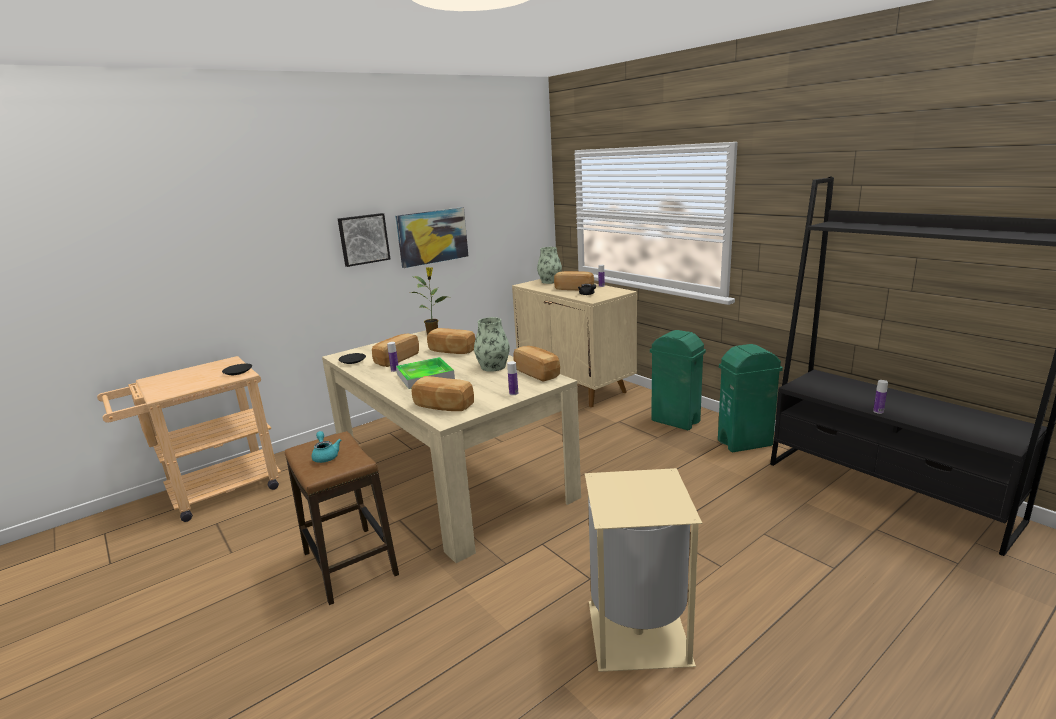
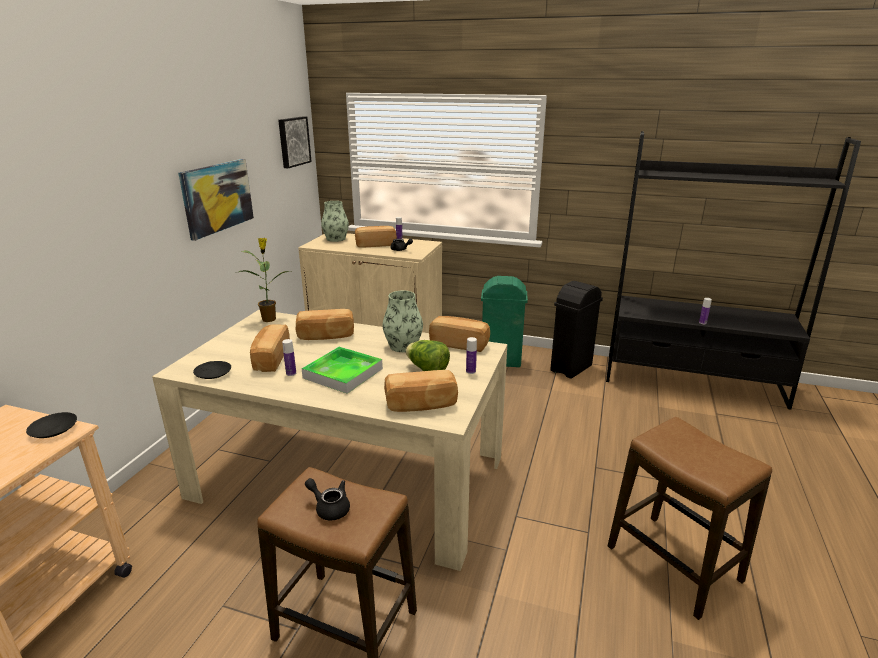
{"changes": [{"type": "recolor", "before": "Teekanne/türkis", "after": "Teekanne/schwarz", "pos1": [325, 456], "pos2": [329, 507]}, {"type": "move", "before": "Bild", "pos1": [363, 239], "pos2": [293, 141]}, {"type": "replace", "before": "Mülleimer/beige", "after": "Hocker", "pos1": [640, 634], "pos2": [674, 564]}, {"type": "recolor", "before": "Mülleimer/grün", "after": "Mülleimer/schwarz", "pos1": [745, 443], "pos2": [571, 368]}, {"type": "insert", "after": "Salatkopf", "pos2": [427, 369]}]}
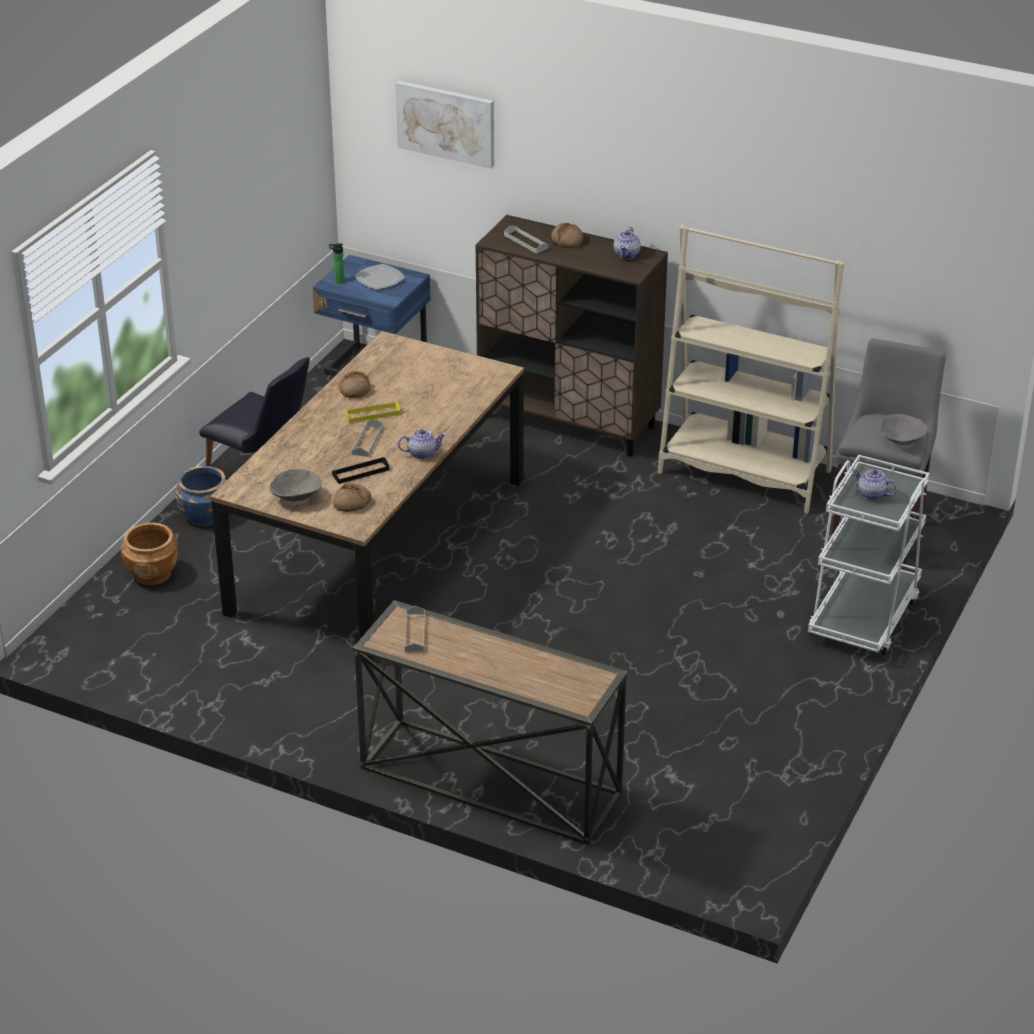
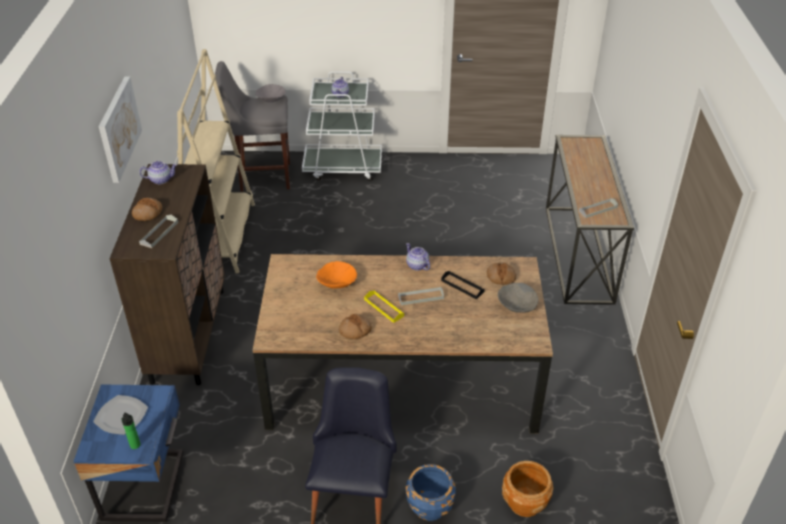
{"changes": [{"type": "move", "before": "Bild", "pos1": [446, 123], "pos2": [118, 128]}, {"type": "insert", "after": "Schüssel/orange", "pos2": [337, 284]}]}
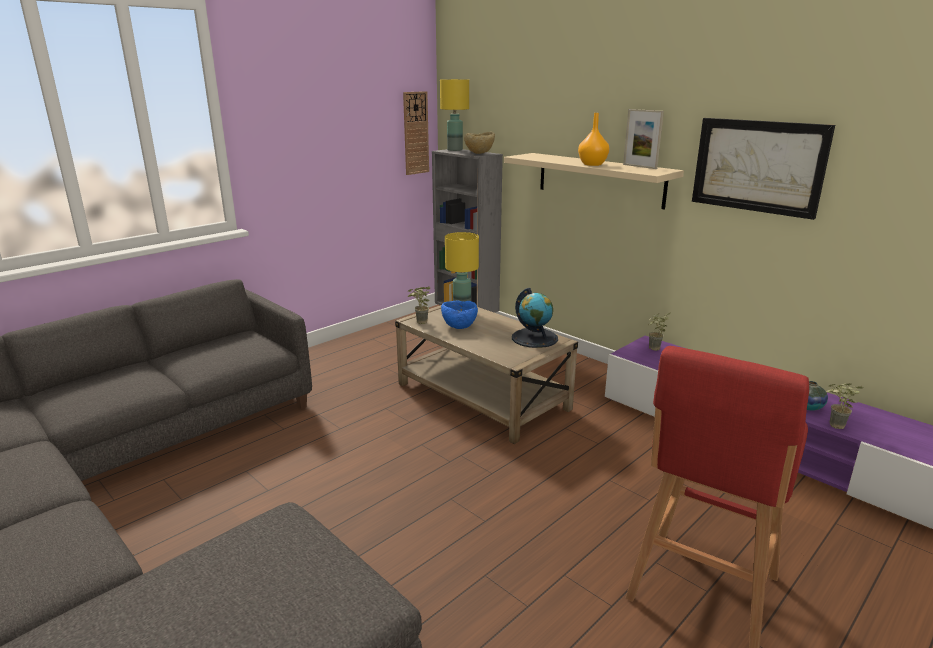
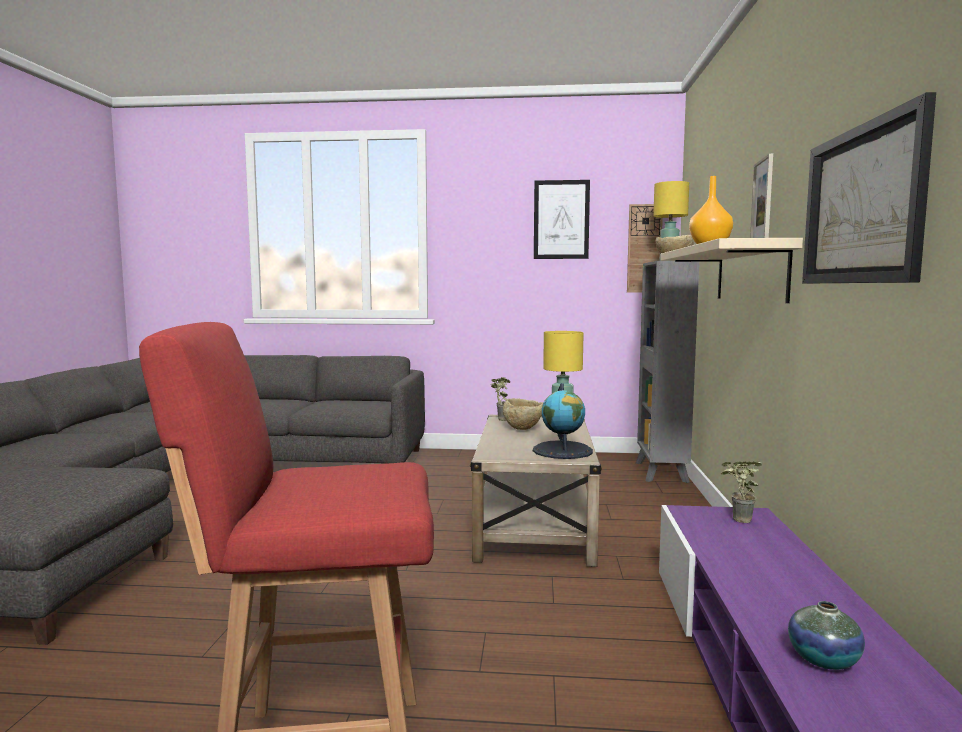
{"changes": [{"type": "recolor", "before": "Schüssel/blau", "after": "Schüssel/beige", "pos1": [459, 326], "pos2": [523, 428]}, {"type": "delete", "before": "Topfpflanze", "pos1": [833, 426]}, {"type": "insert", "after": "Bild", "pos2": [561, 219]}]}
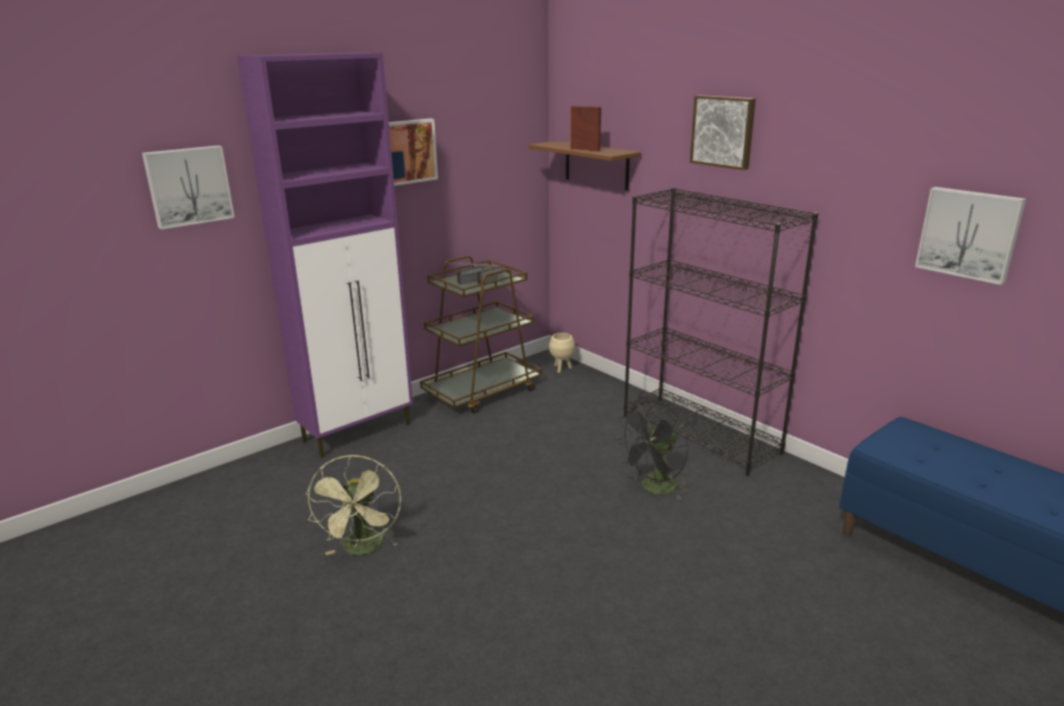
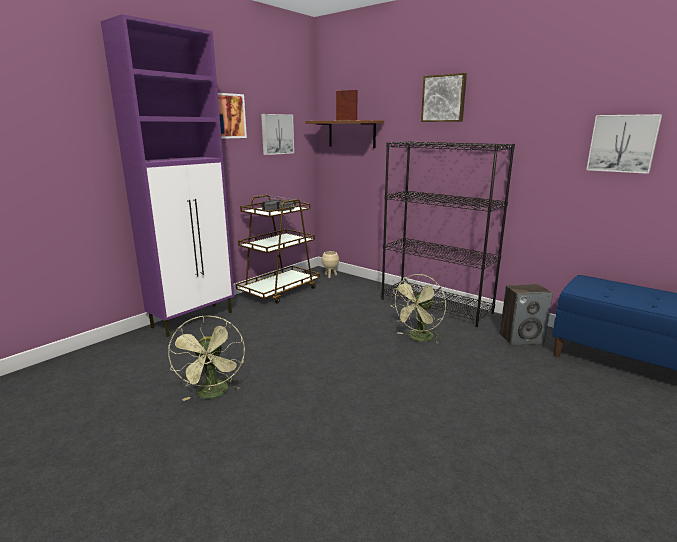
{"changes": [{"type": "move", "before": "Bild", "pos1": [188, 186], "pos2": [276, 134]}, {"type": "recolor", "before": "Ventilator/schwarz", "after": "Ventilator/grün", "pos1": [654, 489], "pos2": [418, 339]}, {"type": "insert", "after": "Lautsprecher", "pos2": [521, 339]}]}
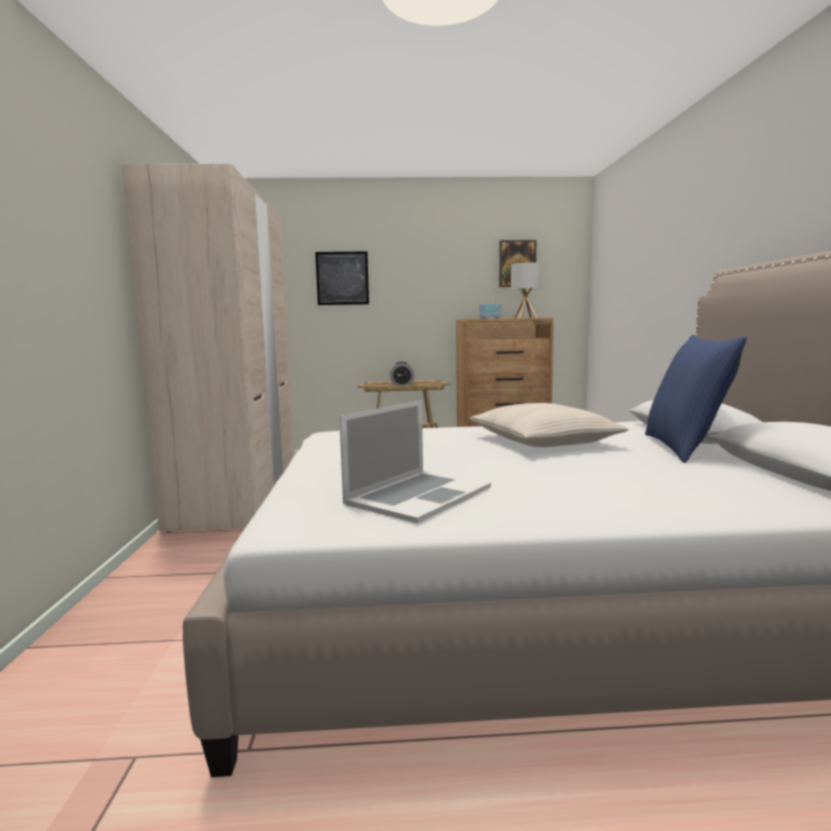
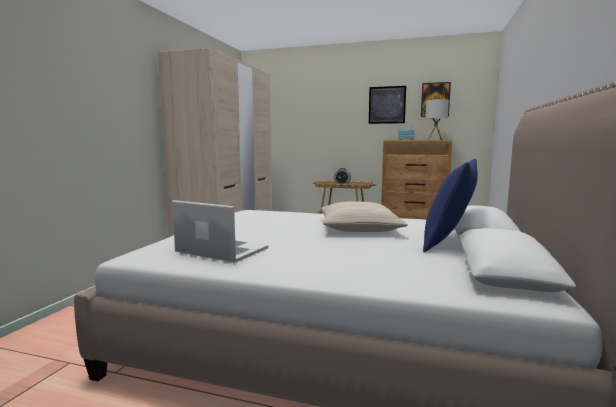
{"changes": [{"type": "move", "before": "Bild", "pos1": [342, 278], "pos2": [387, 105]}, {"type": "rotate", "before": "Laptop", "pos1": [418, 495], "pos2": [221, 250], "turn": -120}]}
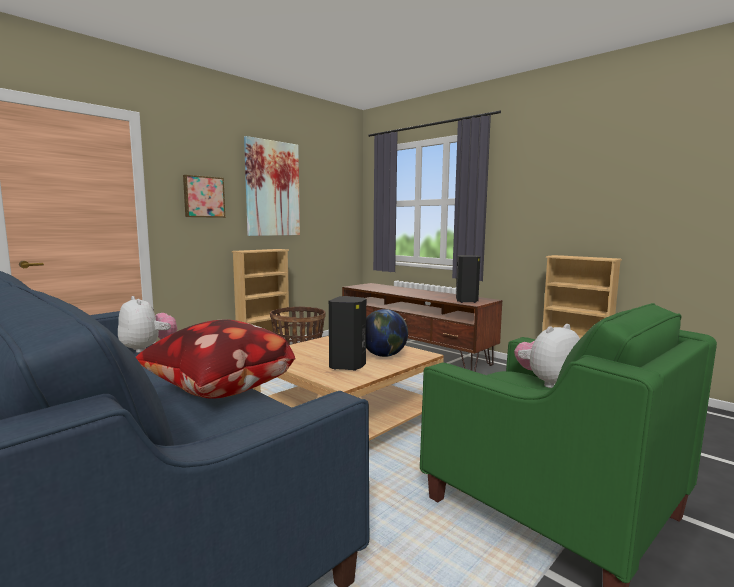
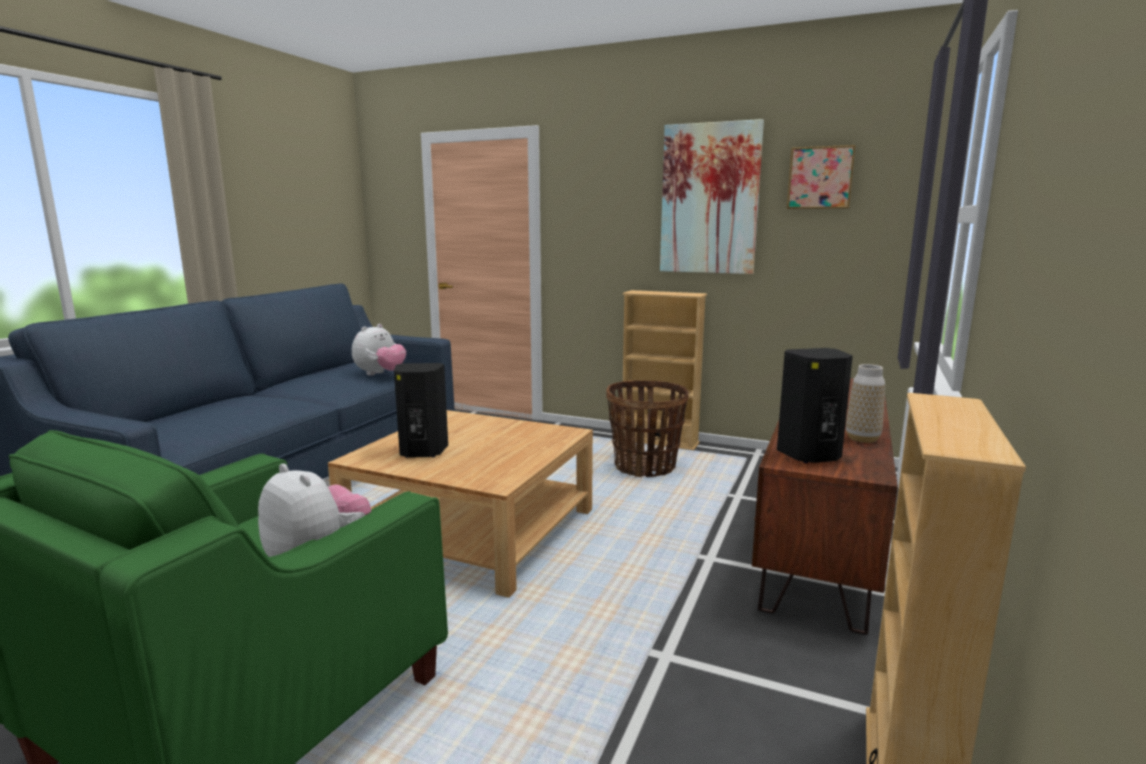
{"changes": [{"type": "delete", "before": "Kissen", "pos1": [218, 392]}, {"type": "move", "before": "Bild", "pos1": [203, 197], "pos2": [820, 178]}, {"type": "delete", "before": "Globus", "pos1": [384, 355]}, {"type": "insert", "after": "Vase", "pos2": [862, 439]}]}
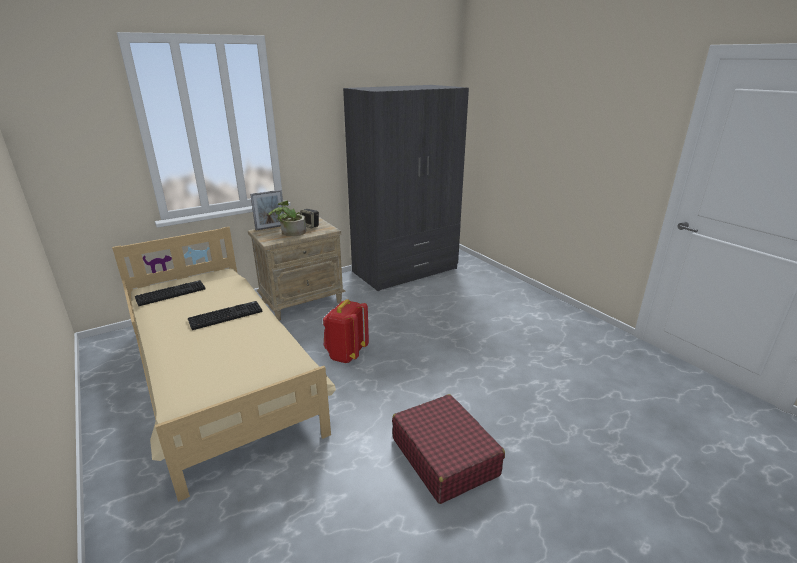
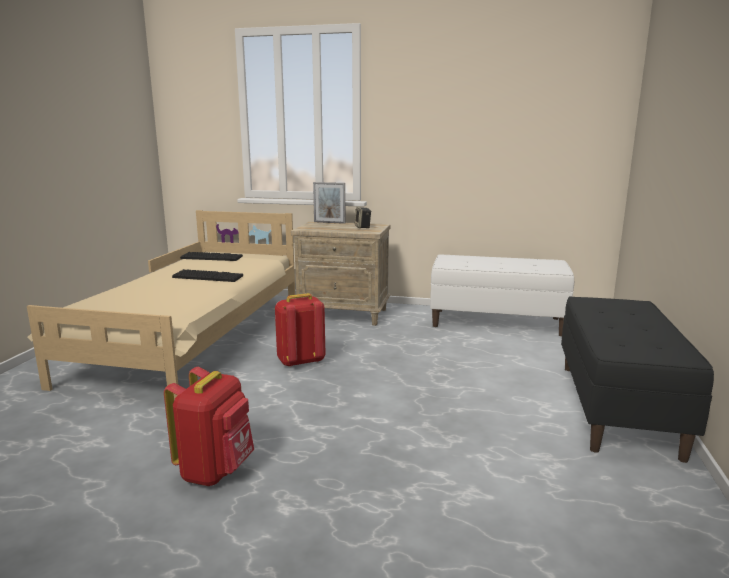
{"changes": [{"type": "delete", "before": "Topfpflanze", "pos1": [290, 232]}, {"type": "replace", "before": "Kleiderschrank/grau", "after": "Bank/weiß", "pos1": [405, 270], "pos2": [497, 322]}, {"type": "replace", "before": "Koffer/rot", "after": "Rucksack/rot", "pos1": [444, 456], "pos2": [216, 471]}, {"type": "insert", "after": "Bank/schwarz", "pos2": [617, 408]}]}
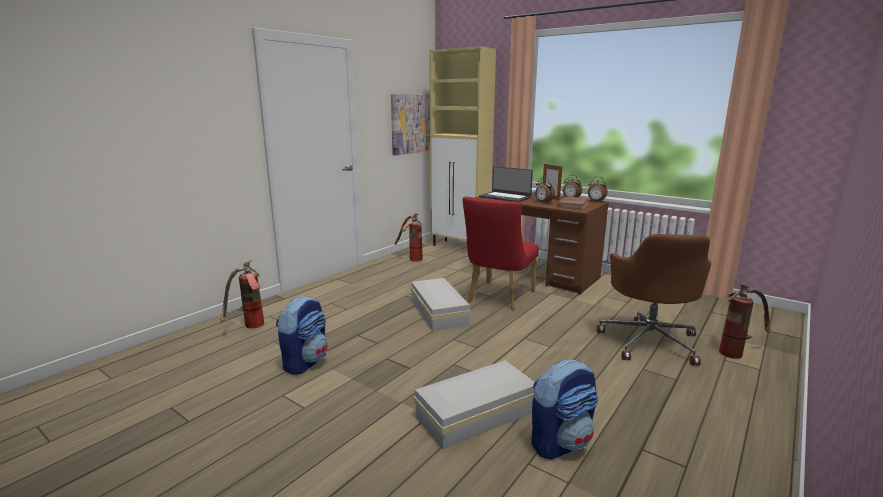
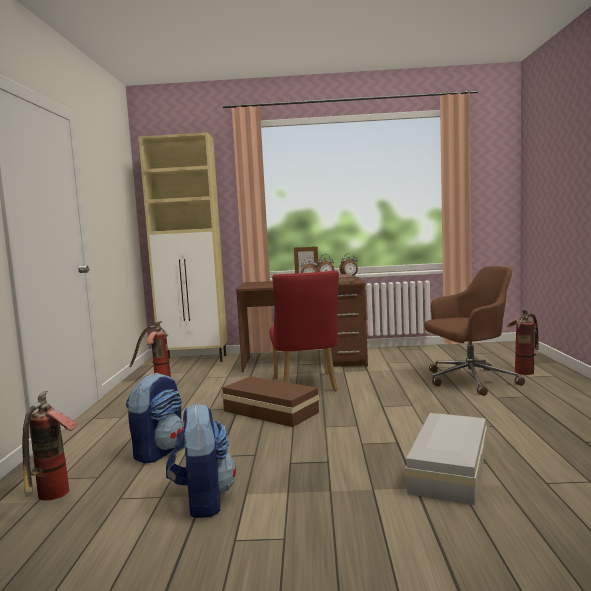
{"changes": [{"type": "delete", "before": "Bild", "pos1": [410, 124]}, {"type": "recolor", "before": "Aufbewahrungsbox/weiß", "after": "Aufbewahrungsbox/braun", "pos1": [439, 311], "pos2": [270, 411]}, {"type": "delete", "before": "Laptop", "pos1": [505, 197]}, {"type": "move", "before": "Rucksack", "pos1": [561, 442], "pos2": [159, 451]}, {"type": "rotate", "before": "Bürostuhl/braun", "pos1": [649, 341], "pos2": [469, 380], "turn": -75}]}
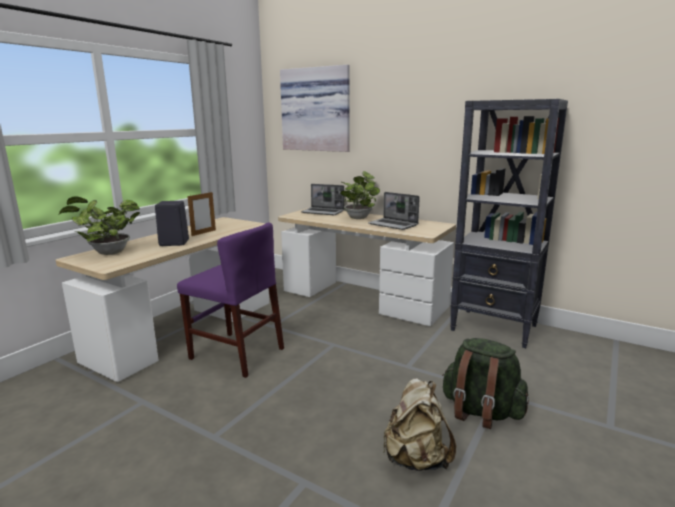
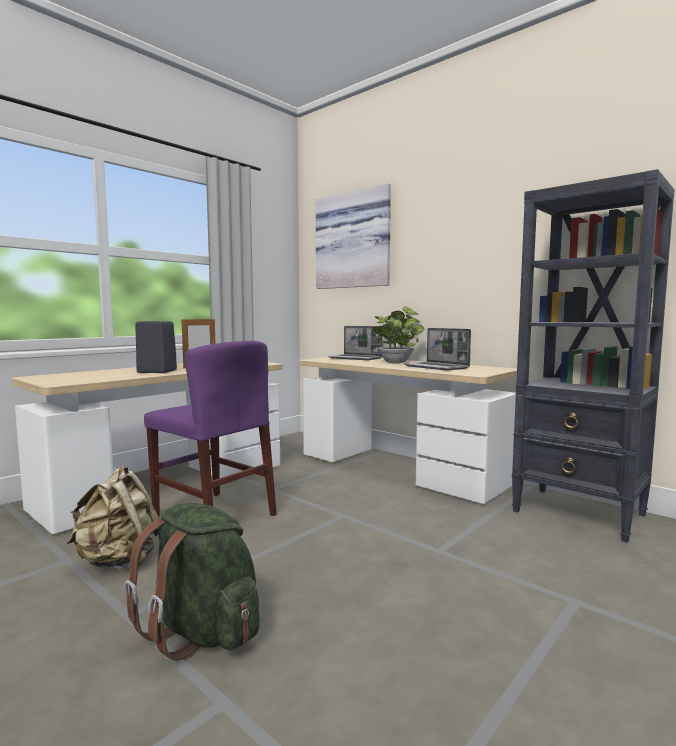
{"changes": [{"type": "delete", "before": "Topfpflanze", "pos1": [107, 253]}, {"type": "move", "before": "Rucksack/beige", "pos1": [416, 459], "pos2": [118, 561]}, {"type": "move", "before": "Rucksack/grün", "pos1": [480, 412], "pos2": [202, 631]}]}
